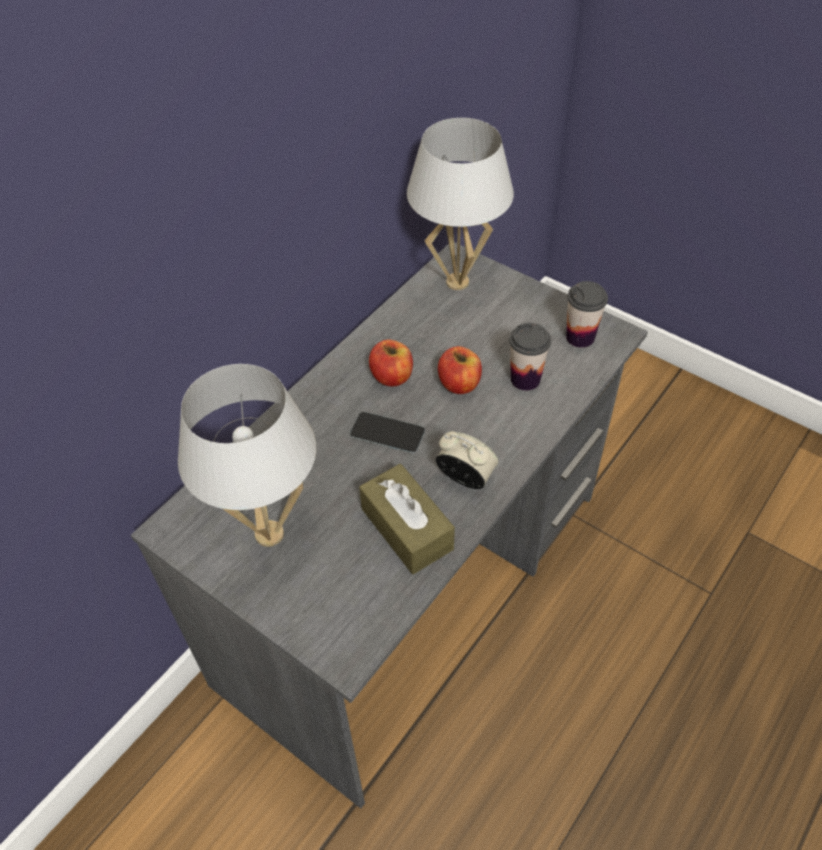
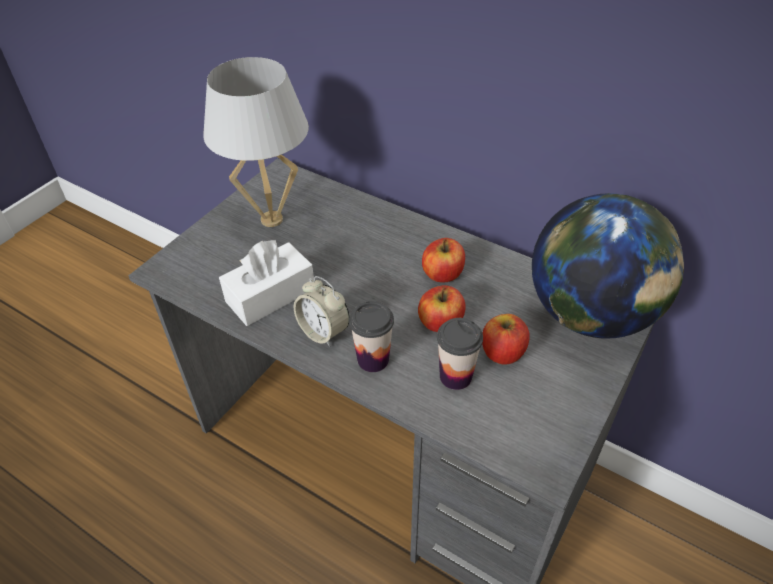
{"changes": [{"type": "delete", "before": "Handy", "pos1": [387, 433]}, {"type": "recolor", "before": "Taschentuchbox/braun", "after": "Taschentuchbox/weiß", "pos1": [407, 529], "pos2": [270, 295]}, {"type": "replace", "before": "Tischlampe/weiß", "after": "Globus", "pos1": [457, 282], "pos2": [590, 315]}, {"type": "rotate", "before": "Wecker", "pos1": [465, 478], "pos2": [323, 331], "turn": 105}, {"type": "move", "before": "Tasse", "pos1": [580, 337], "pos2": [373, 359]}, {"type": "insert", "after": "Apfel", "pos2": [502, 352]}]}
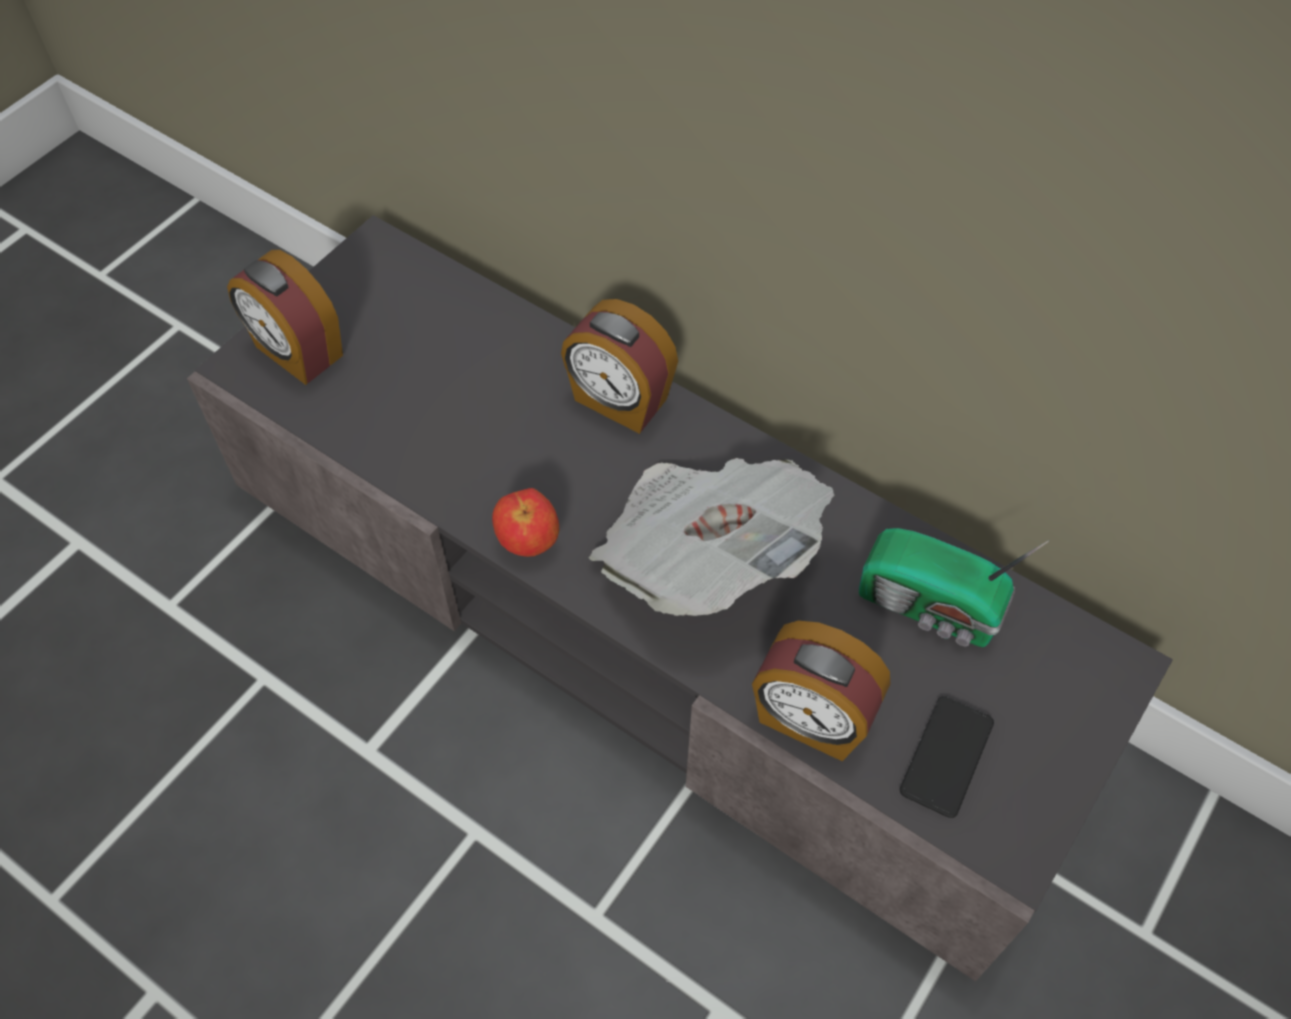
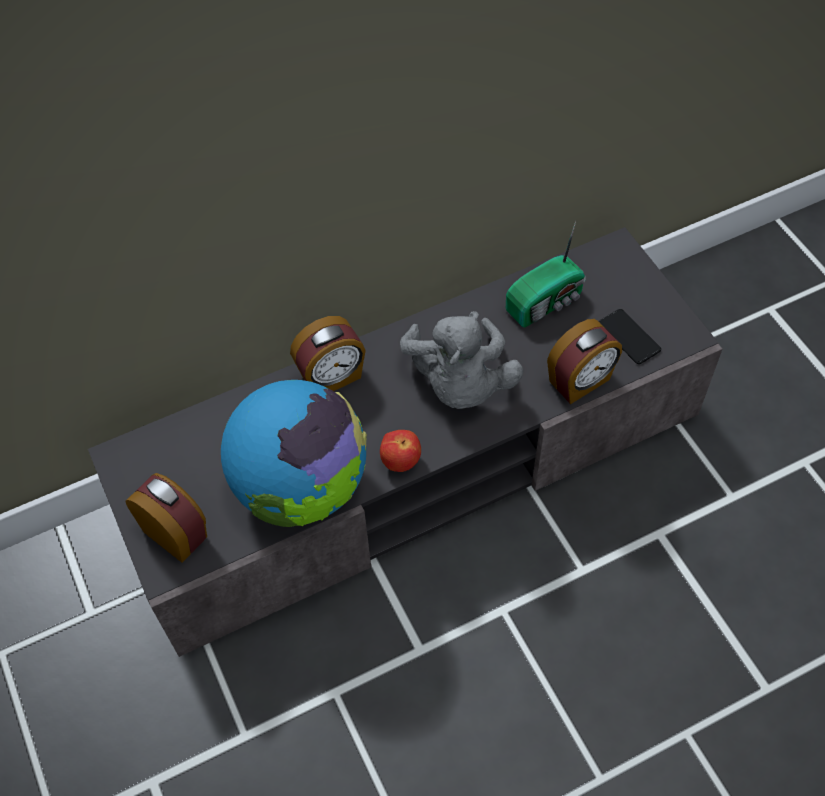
{"changes": [{"type": "rotate", "before": "Wecker", "pos1": [297, 352], "pos2": [176, 533], "turn": -120}, {"type": "replace", "before": "Zeitung", "after": "Plüschtier/grau", "pos1": [704, 556], "pos2": [459, 384]}, {"type": "insert", "after": "Globus", "pos2": [302, 488]}]}
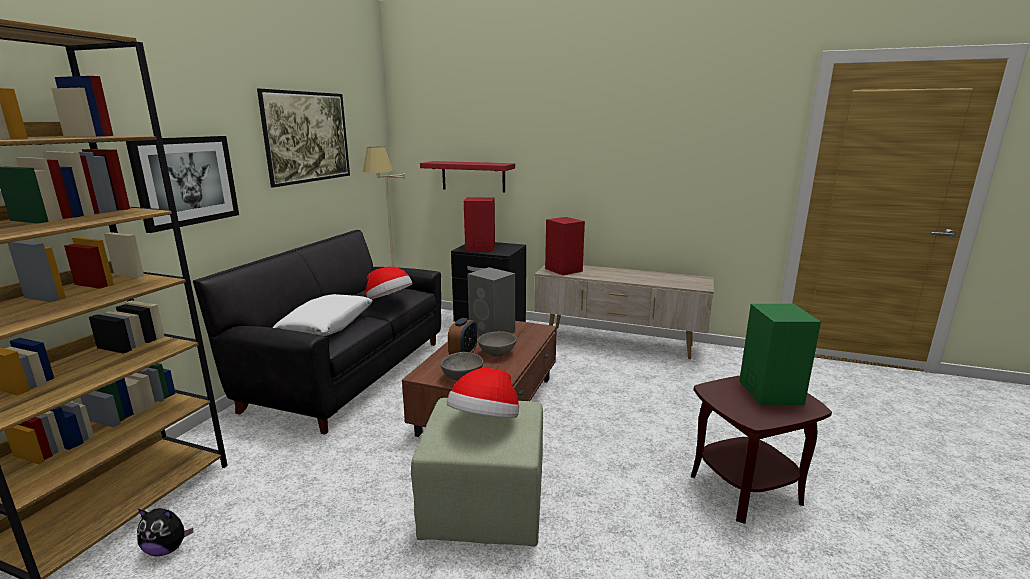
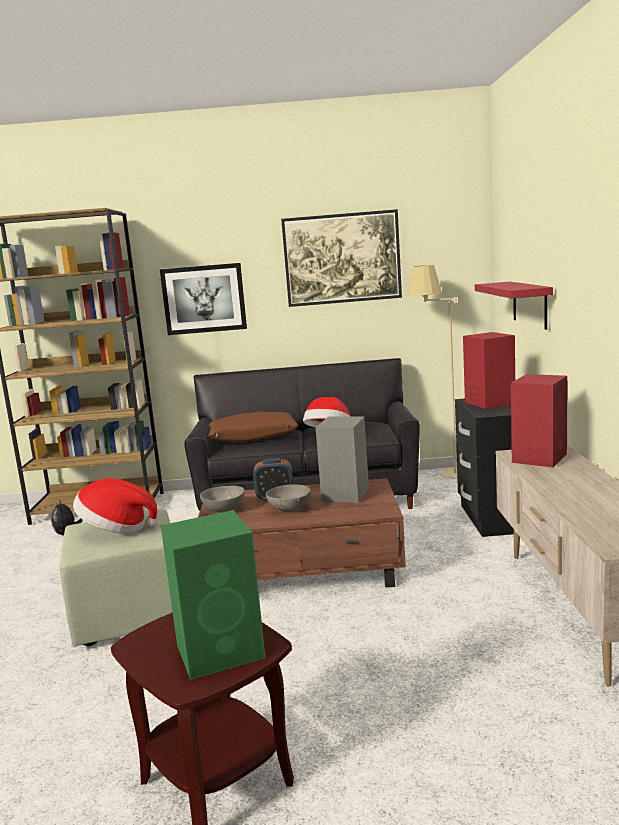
{"changes": [{"type": "recolor", "before": "Kissen/weiß", "after": "Kissen/braun", "pos1": [327, 325], "pos2": [253, 436]}]}
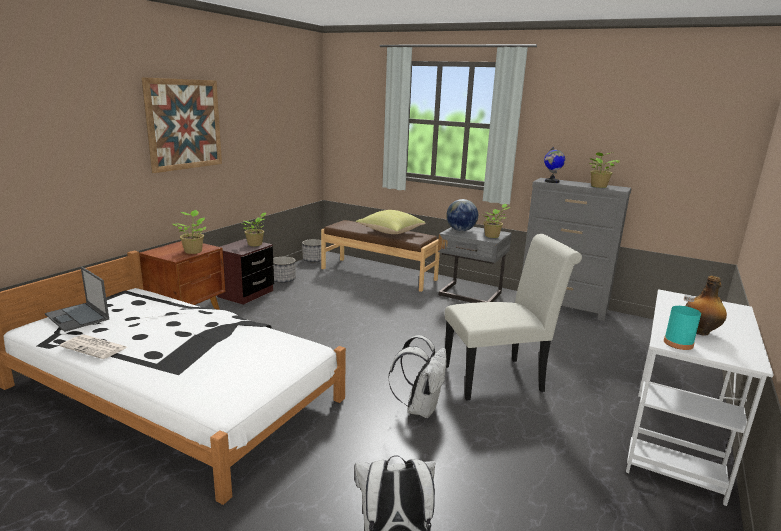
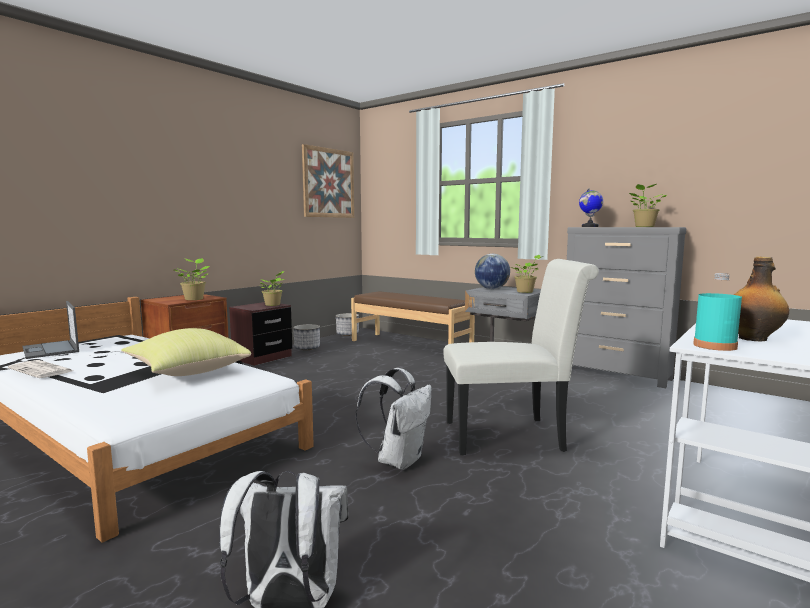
{"changes": [{"type": "move", "before": "Bild", "pos1": [184, 124], "pos2": [328, 183]}, {"type": "move", "before": "Kissen/gelb", "pos1": [389, 232], "pos2": [186, 372]}]}
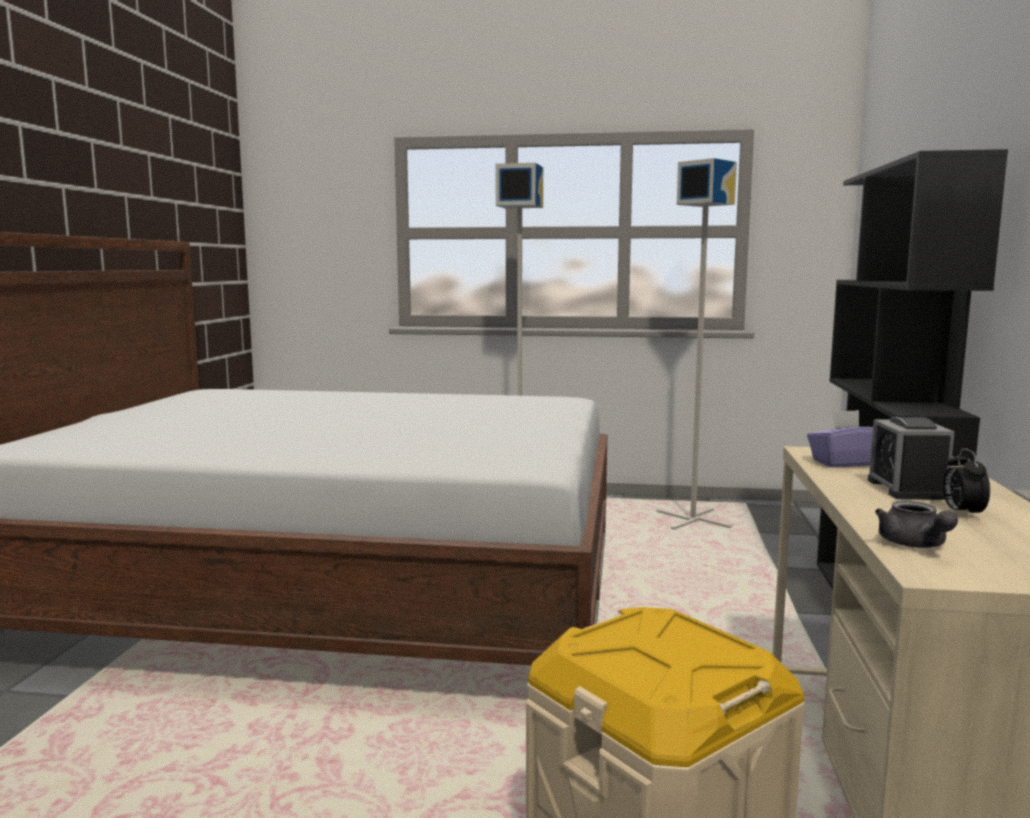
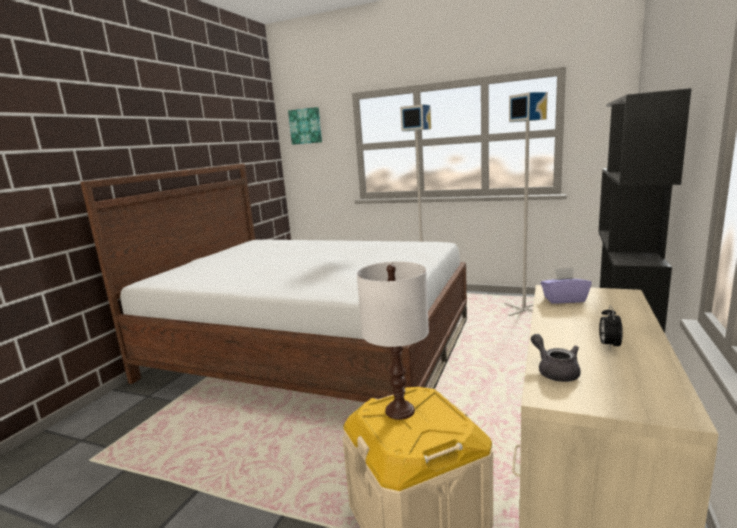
{"changes": [{"type": "delete", "before": "Wecker", "pos1": [906, 489]}, {"type": "rotate", "before": "Teekanne/grau", "pos1": [914, 545], "pos2": [555, 371], "turn": 150}, {"type": "insert", "after": "Bild", "pos2": [305, 126]}, {"type": "insert", "after": "Tischlampe/weiß", "pos2": [399, 410]}]}
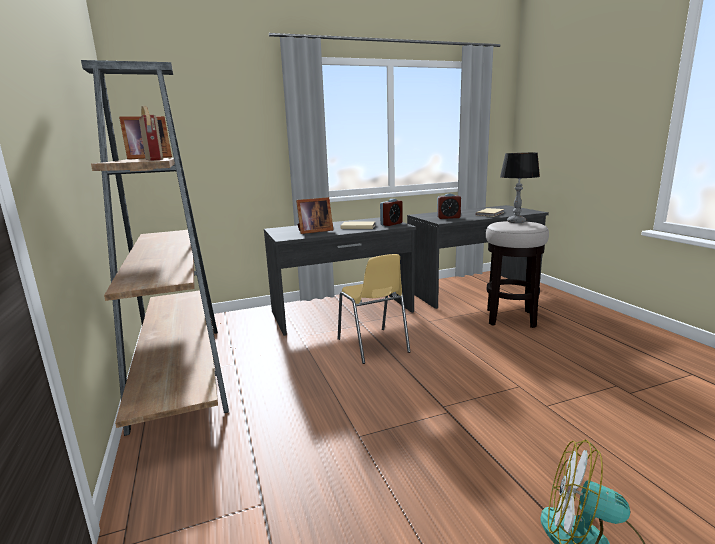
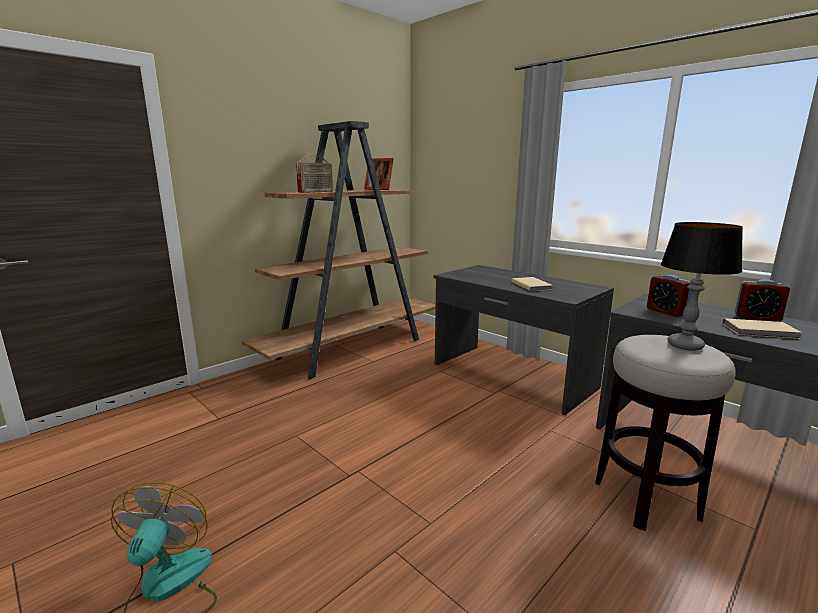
{"changes": [{"type": "delete", "before": "Bilderrahmen", "pos1": [313, 231]}, {"type": "delete", "before": "Stuhl/gelb", "pos1": [373, 346]}, {"type": "move", "before": "Wecker", "pos1": [391, 224], "pos2": [757, 318]}]}
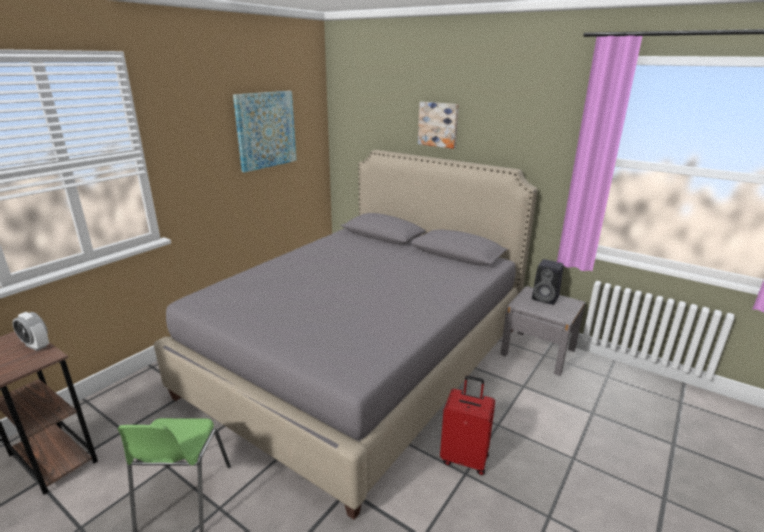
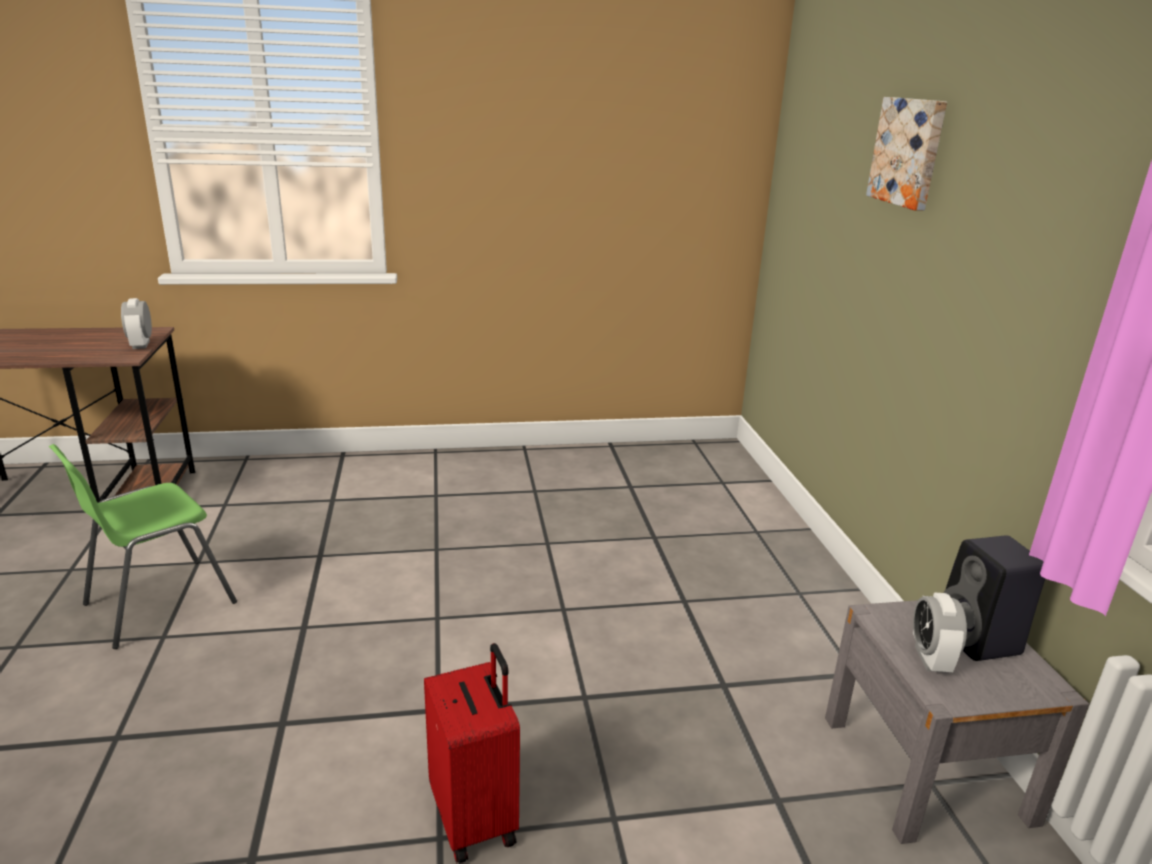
{"changes": [{"type": "delete", "before": "Bett/grau", "pos1": [361, 360]}, {"type": "delete", "before": "Bild", "pos1": [265, 130]}, {"type": "insert", "after": "Wecker", "pos2": [930, 659]}]}
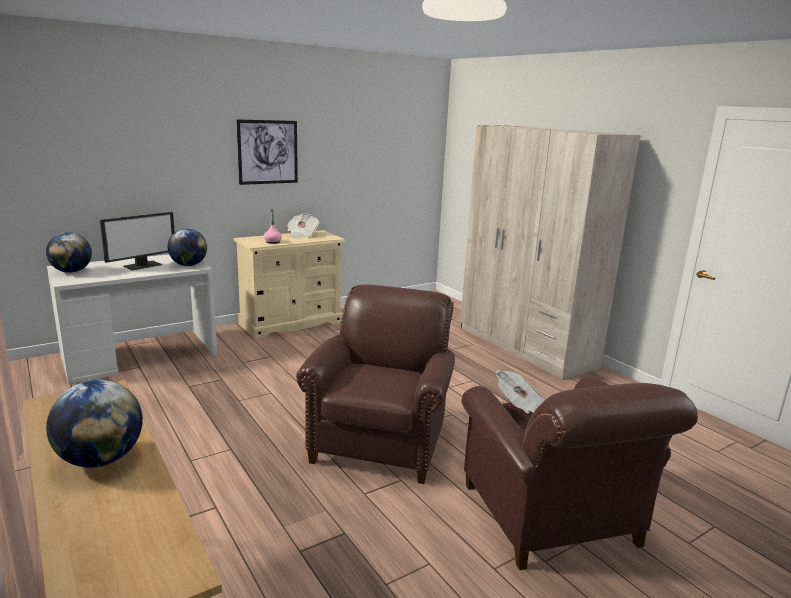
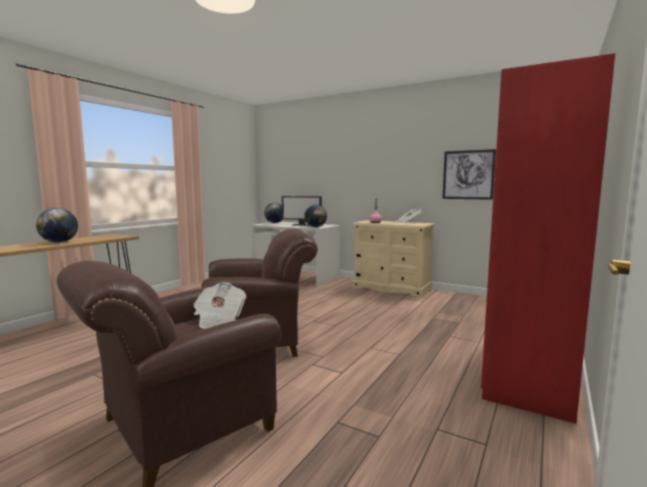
{"changes": [{"type": "move", "before": "Bild", "pos1": [268, 152], "pos2": [468, 175]}, {"type": "recolor", "before": "Kleiderschrank/beige", "after": "Kleiderschrank/rot", "pos1": [525, 346], "pos2": [530, 366]}]}
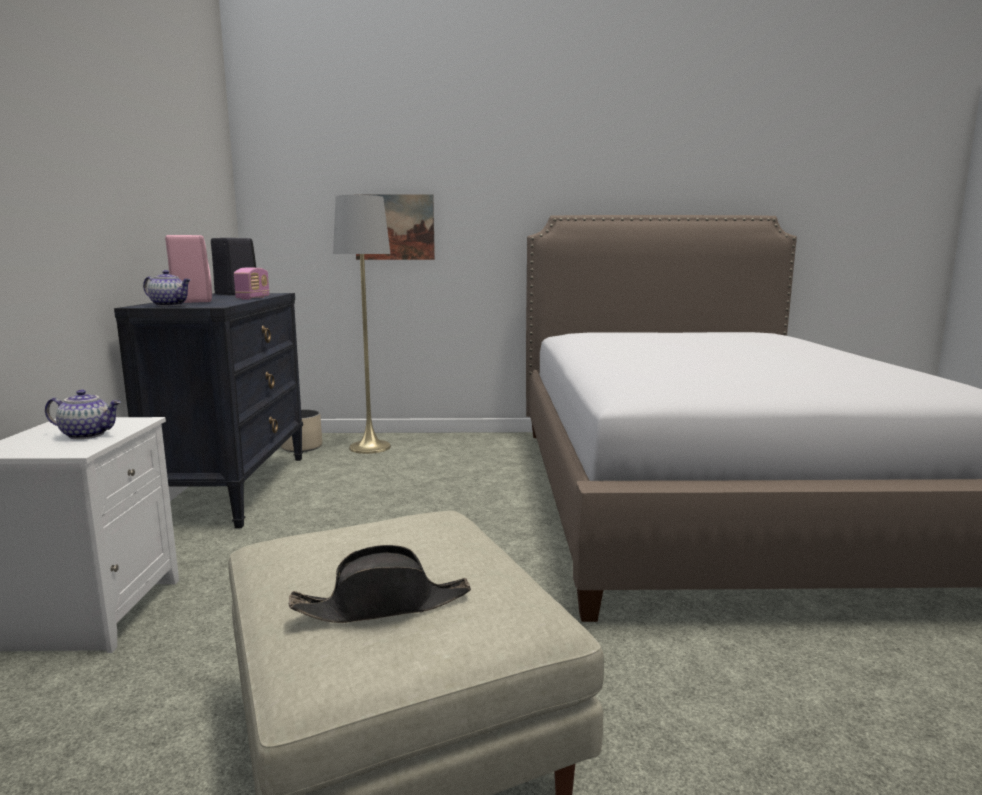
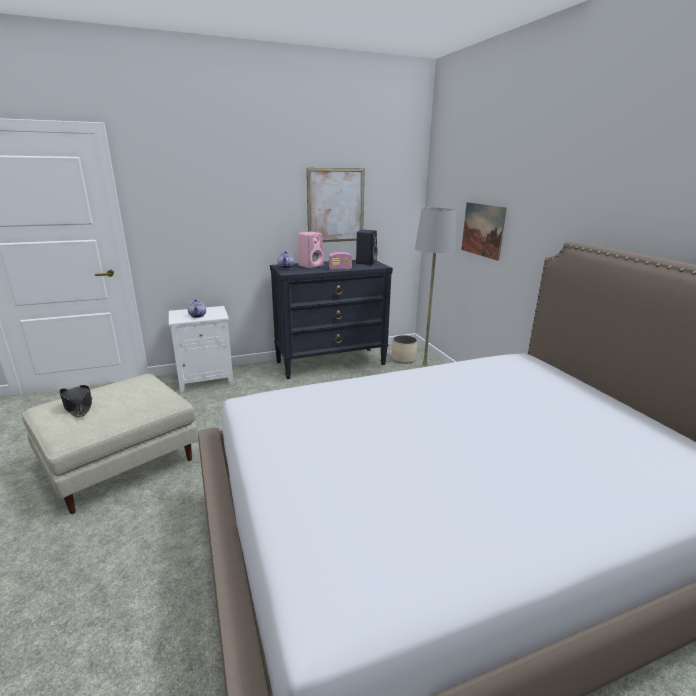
{"changes": [{"type": "insert", "after": "Bild", "pos2": [336, 205]}]}
